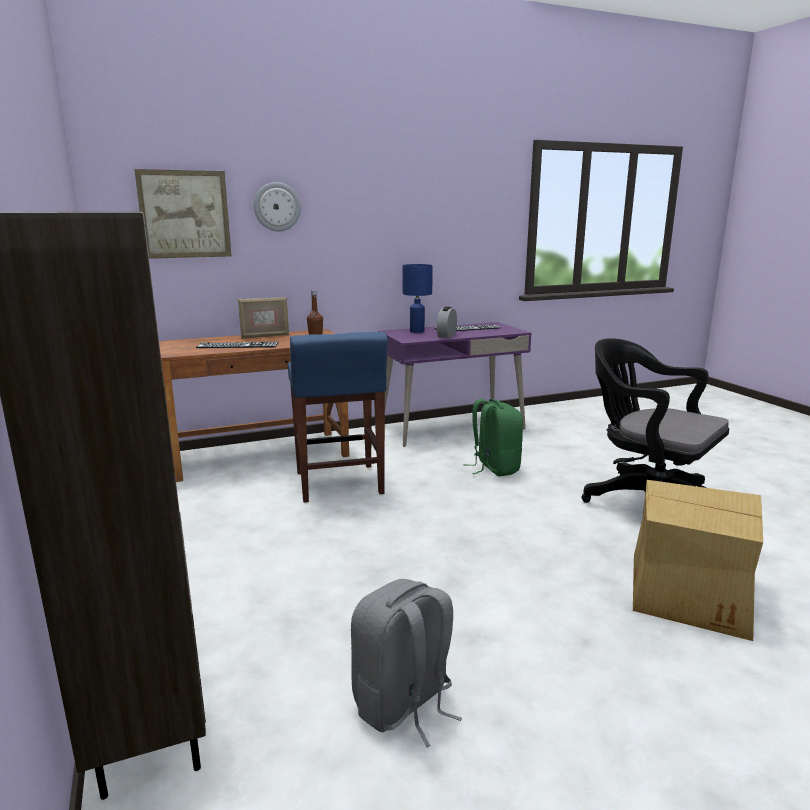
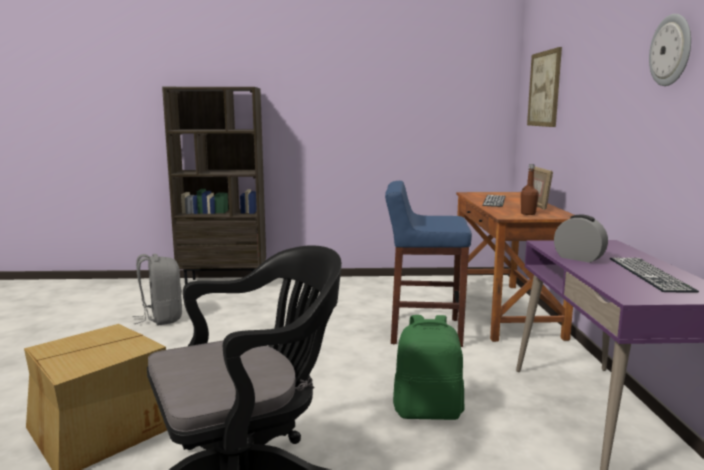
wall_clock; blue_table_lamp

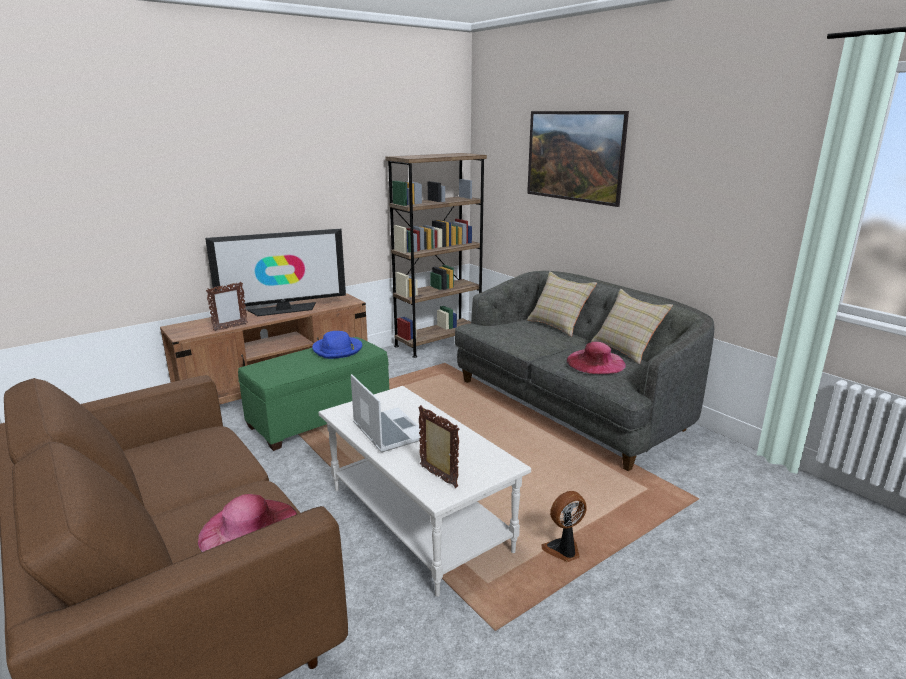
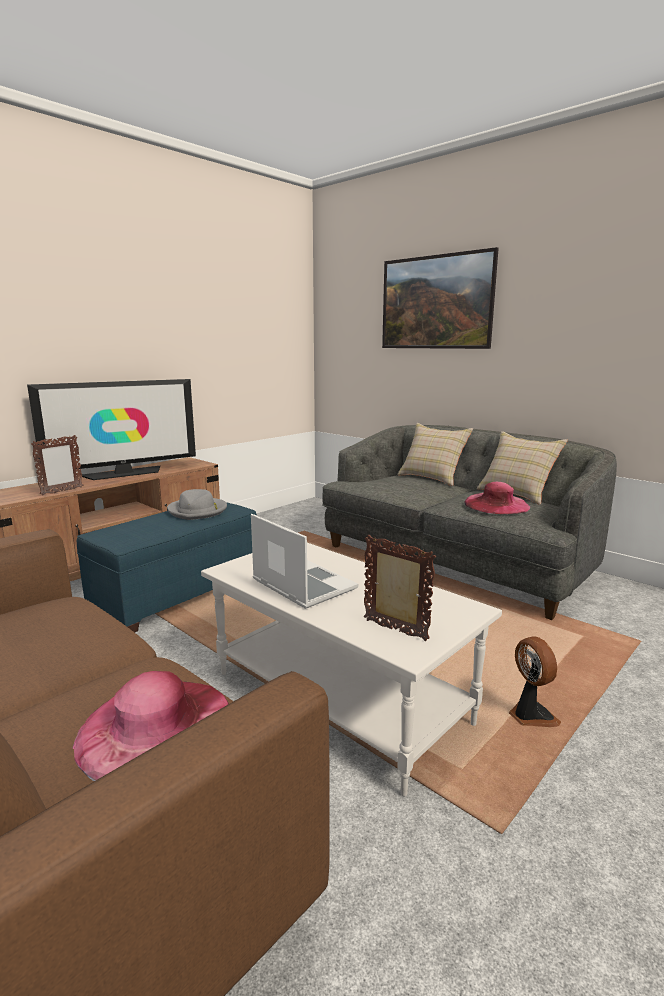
blue_ottoman; grey_hat; brown_bookcase; fan

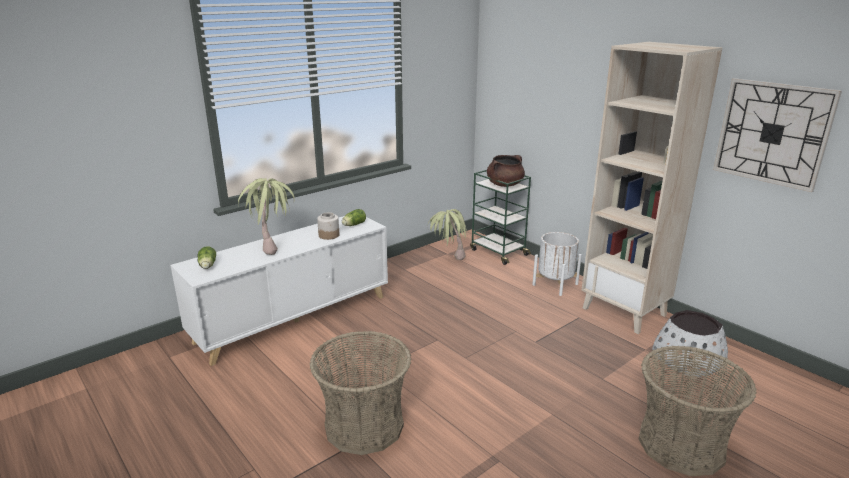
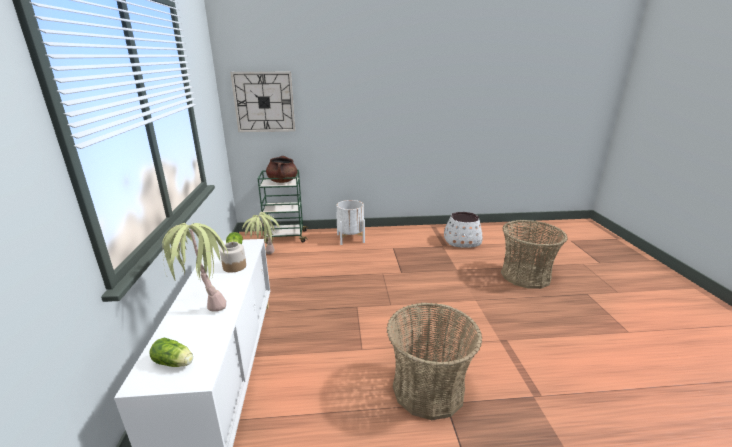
beige_bookcase; wall_clock

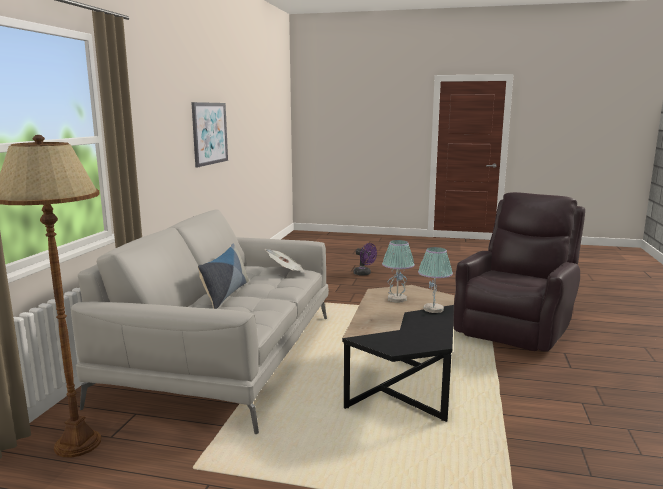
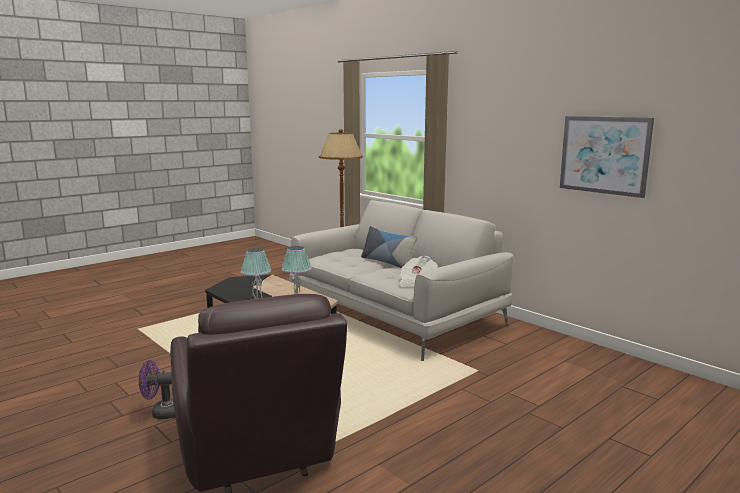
purple_fan

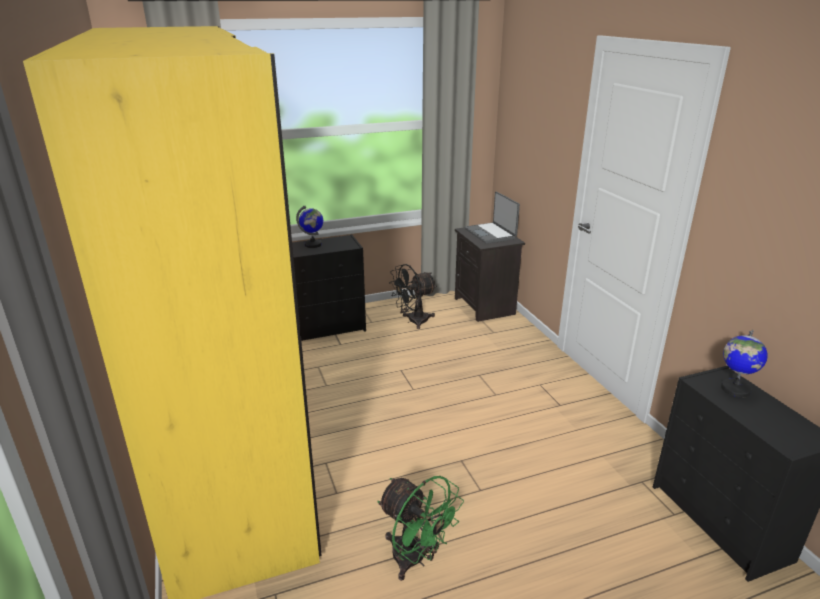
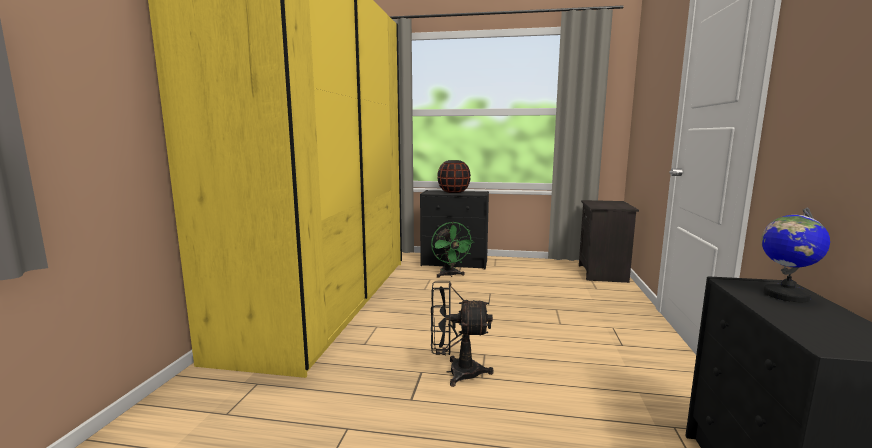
black_vase; green_fan; black_fan; laptop

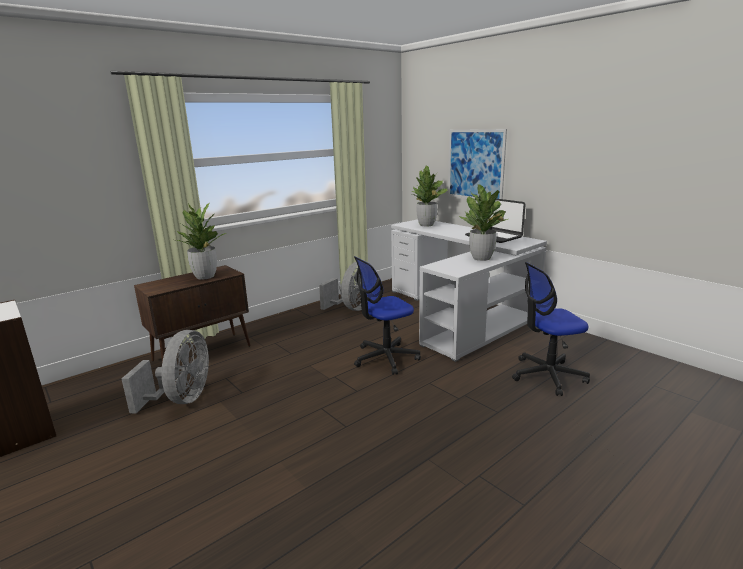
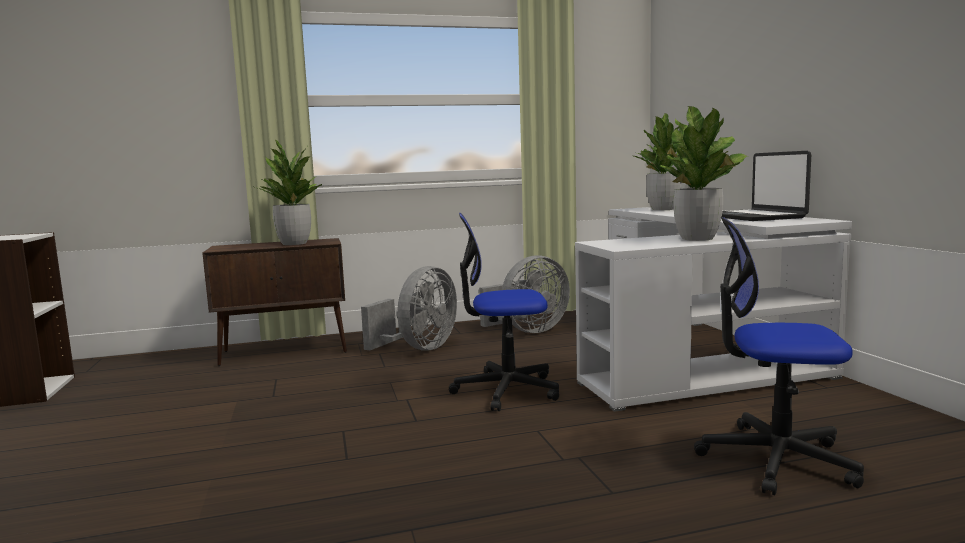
grey_fan (no. 1 from left); picture

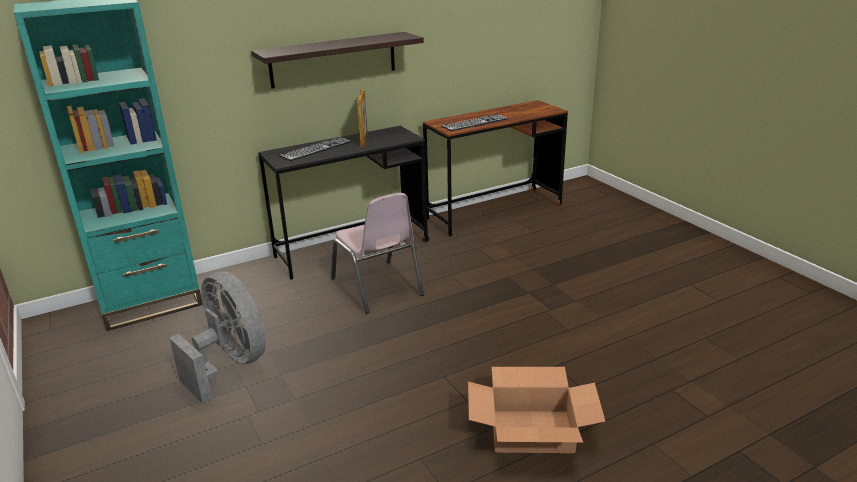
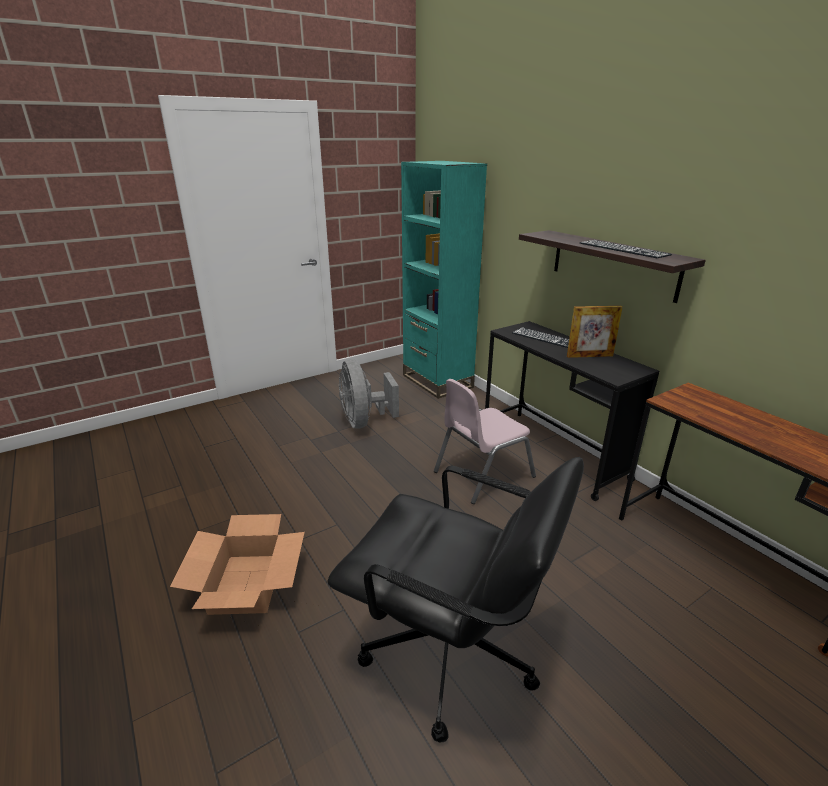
grey_fan; keyboard (no. 2 from left); black_office_chair

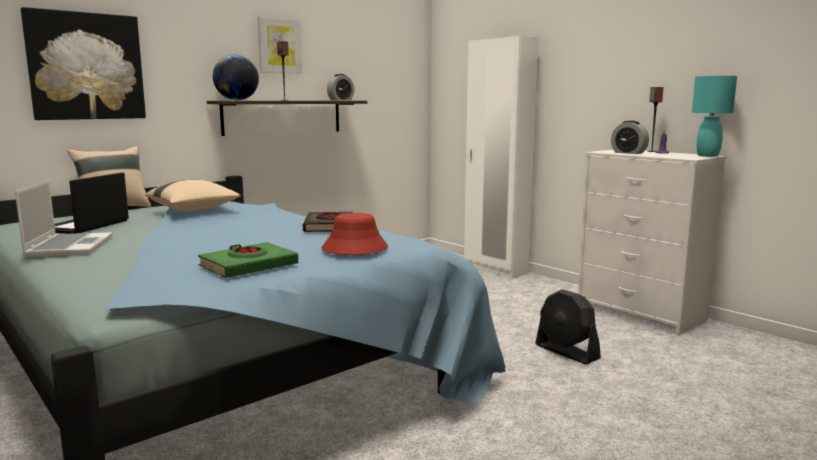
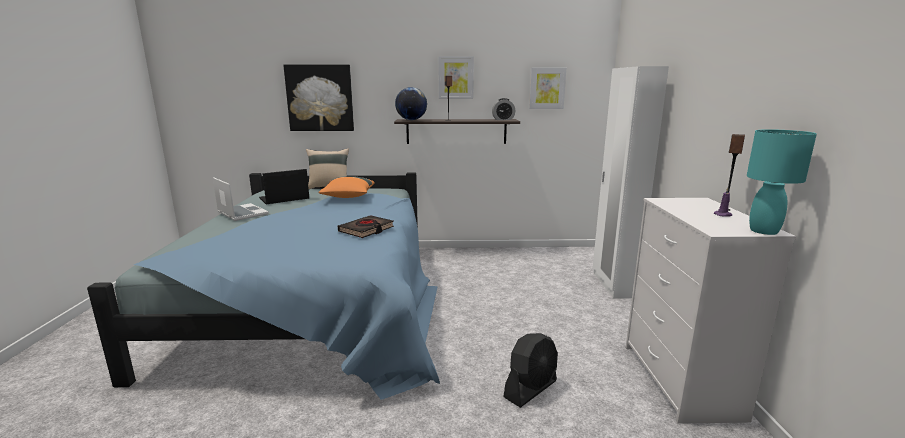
laptop (no. 1 from left); orange_pillow; green_book; red_hat; black_fan; alarm_clock (no. 2 from left in the first image); picture (no. 3 from left)

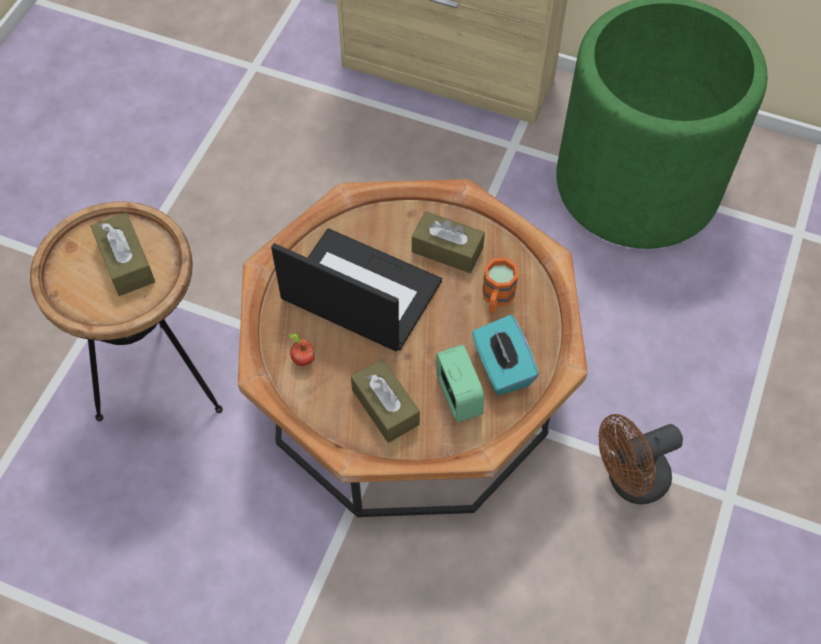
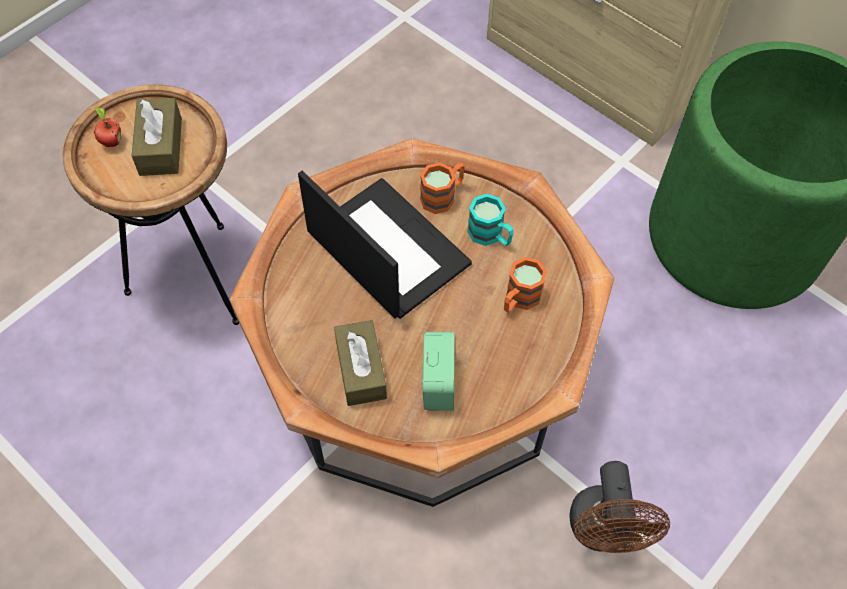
apple; turquoise_mug; turquoise_tissue_box; brown_fan; orange_mug (no. 1 from left)

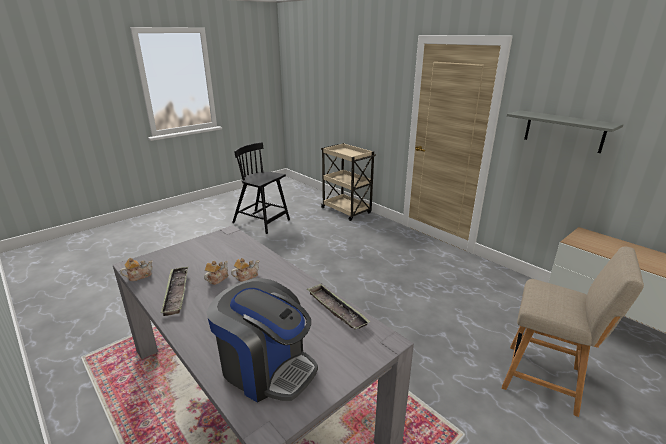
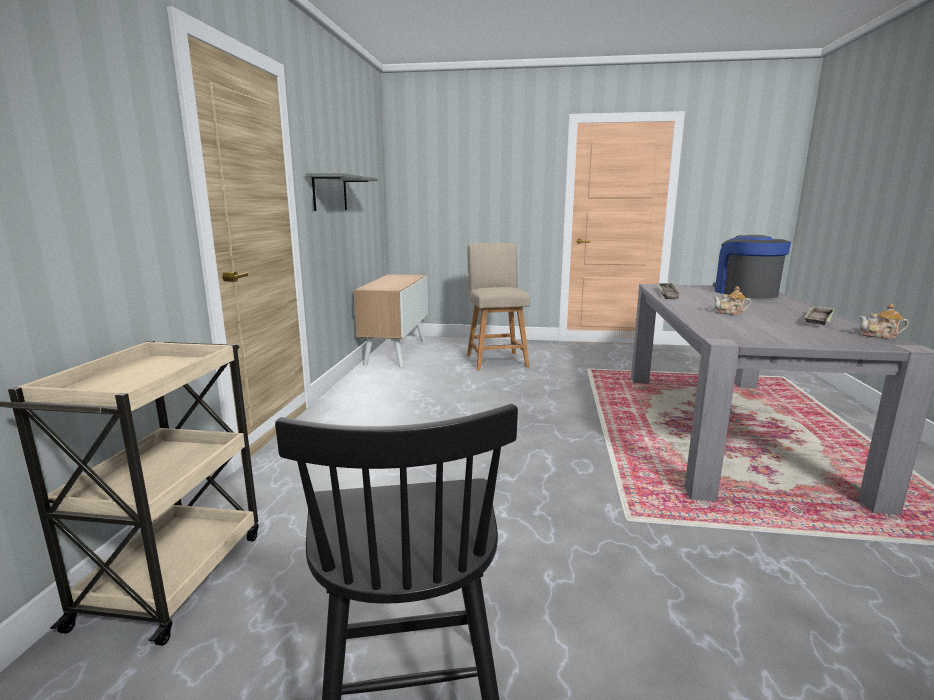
teapot (no. 2 from left in the first image)

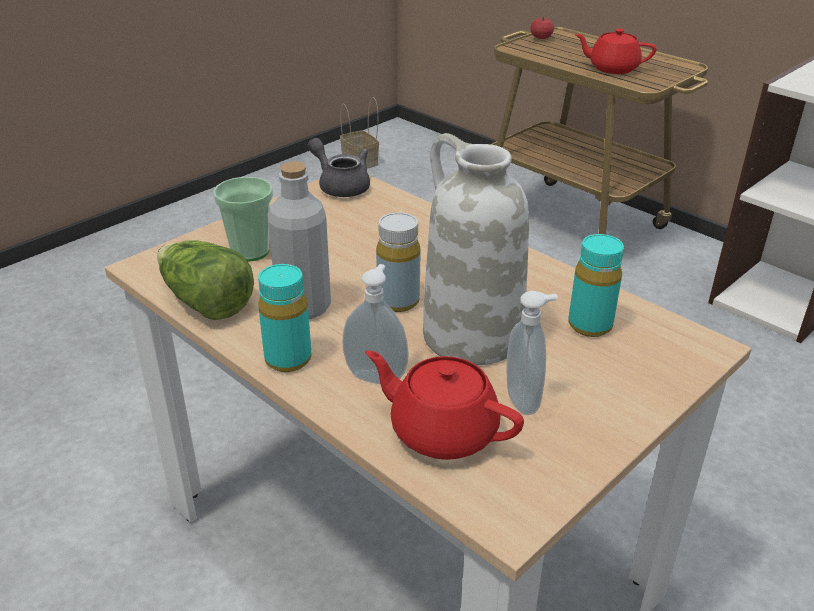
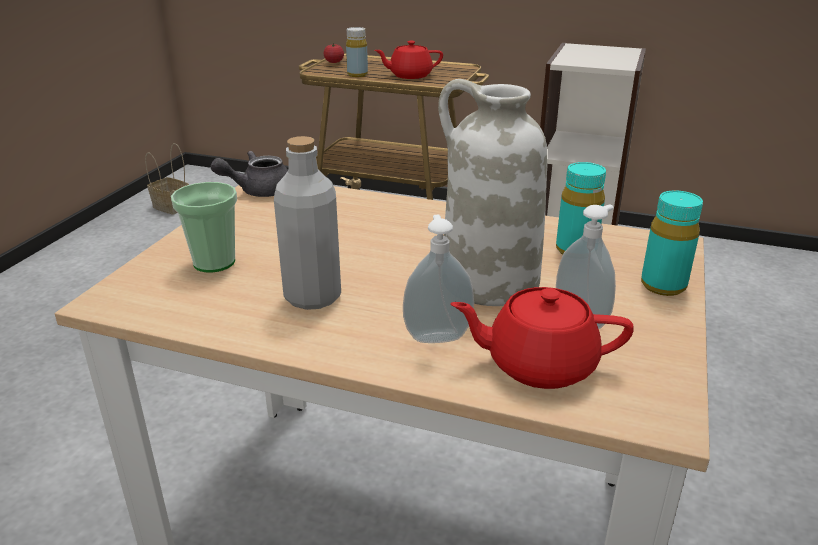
lettuce; turquoise_bottle (no. 2 from left); grey_teapot; yellow_bottle

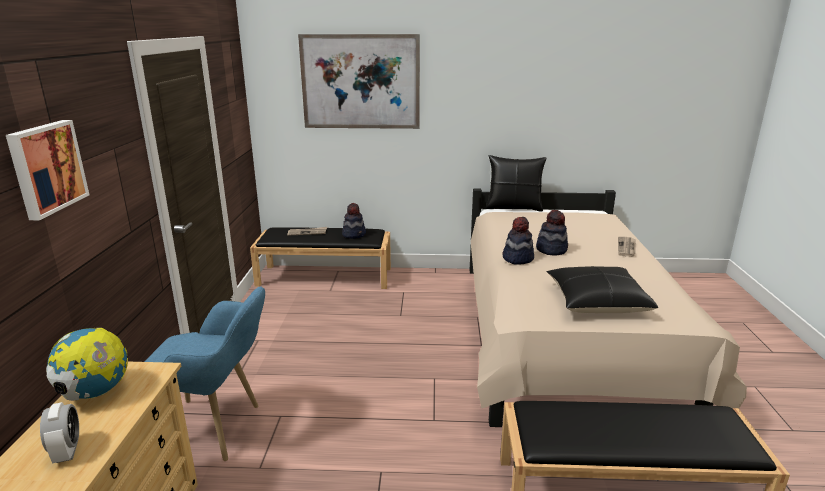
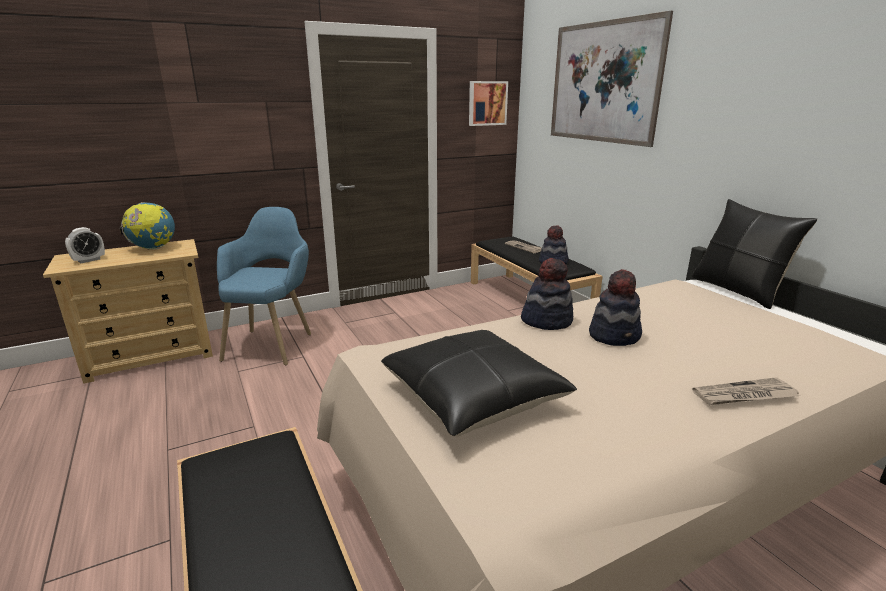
picture (no. 1 from left); blue_armchair

